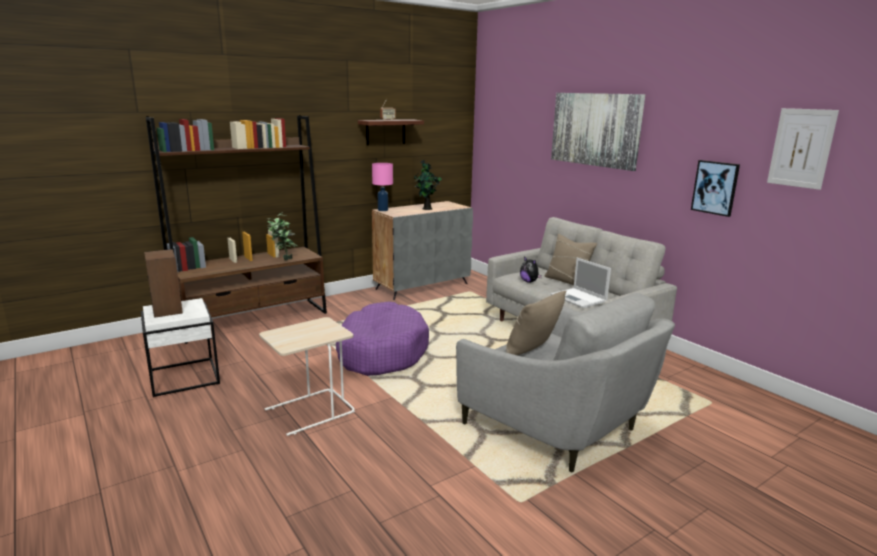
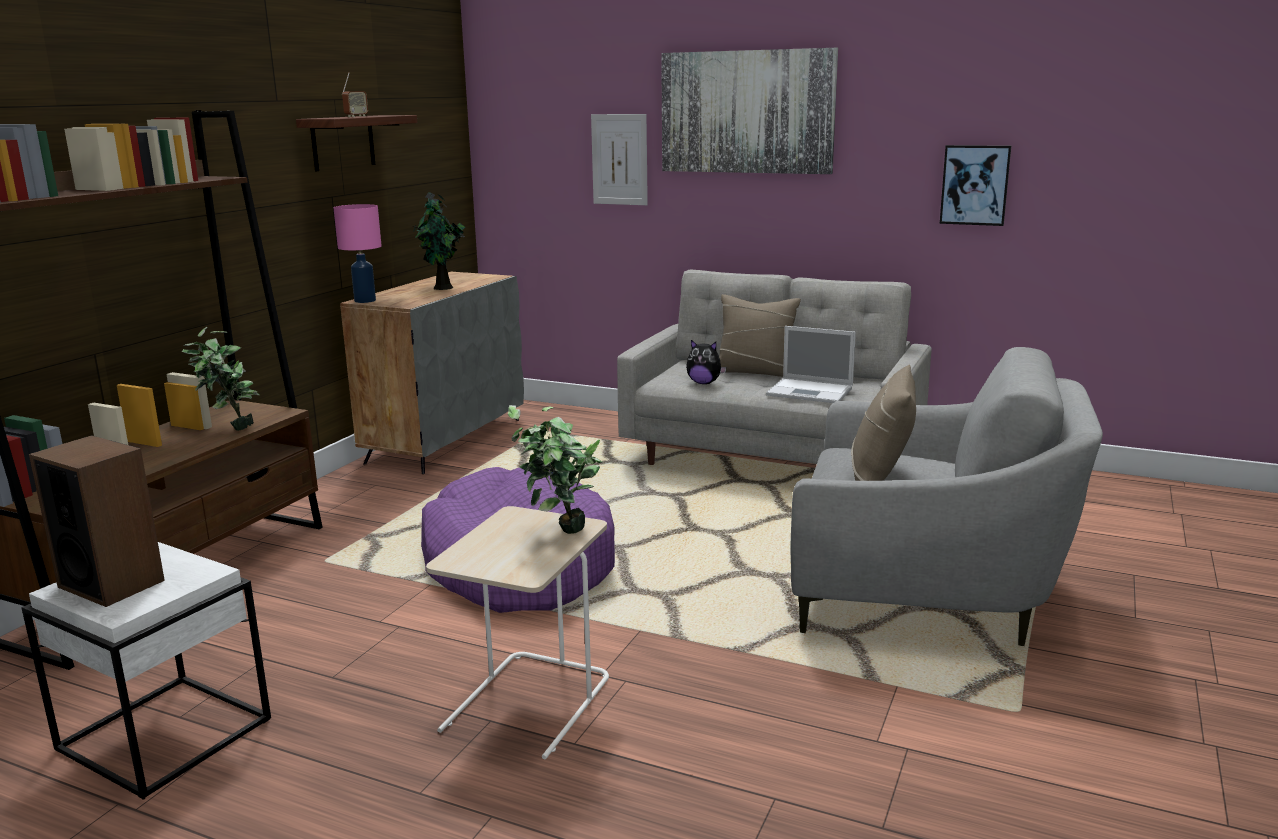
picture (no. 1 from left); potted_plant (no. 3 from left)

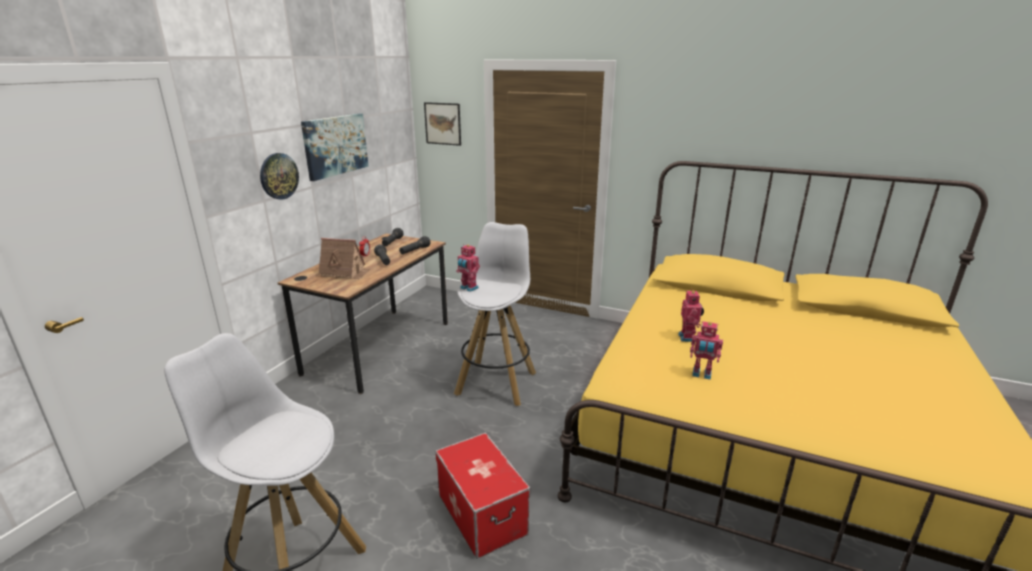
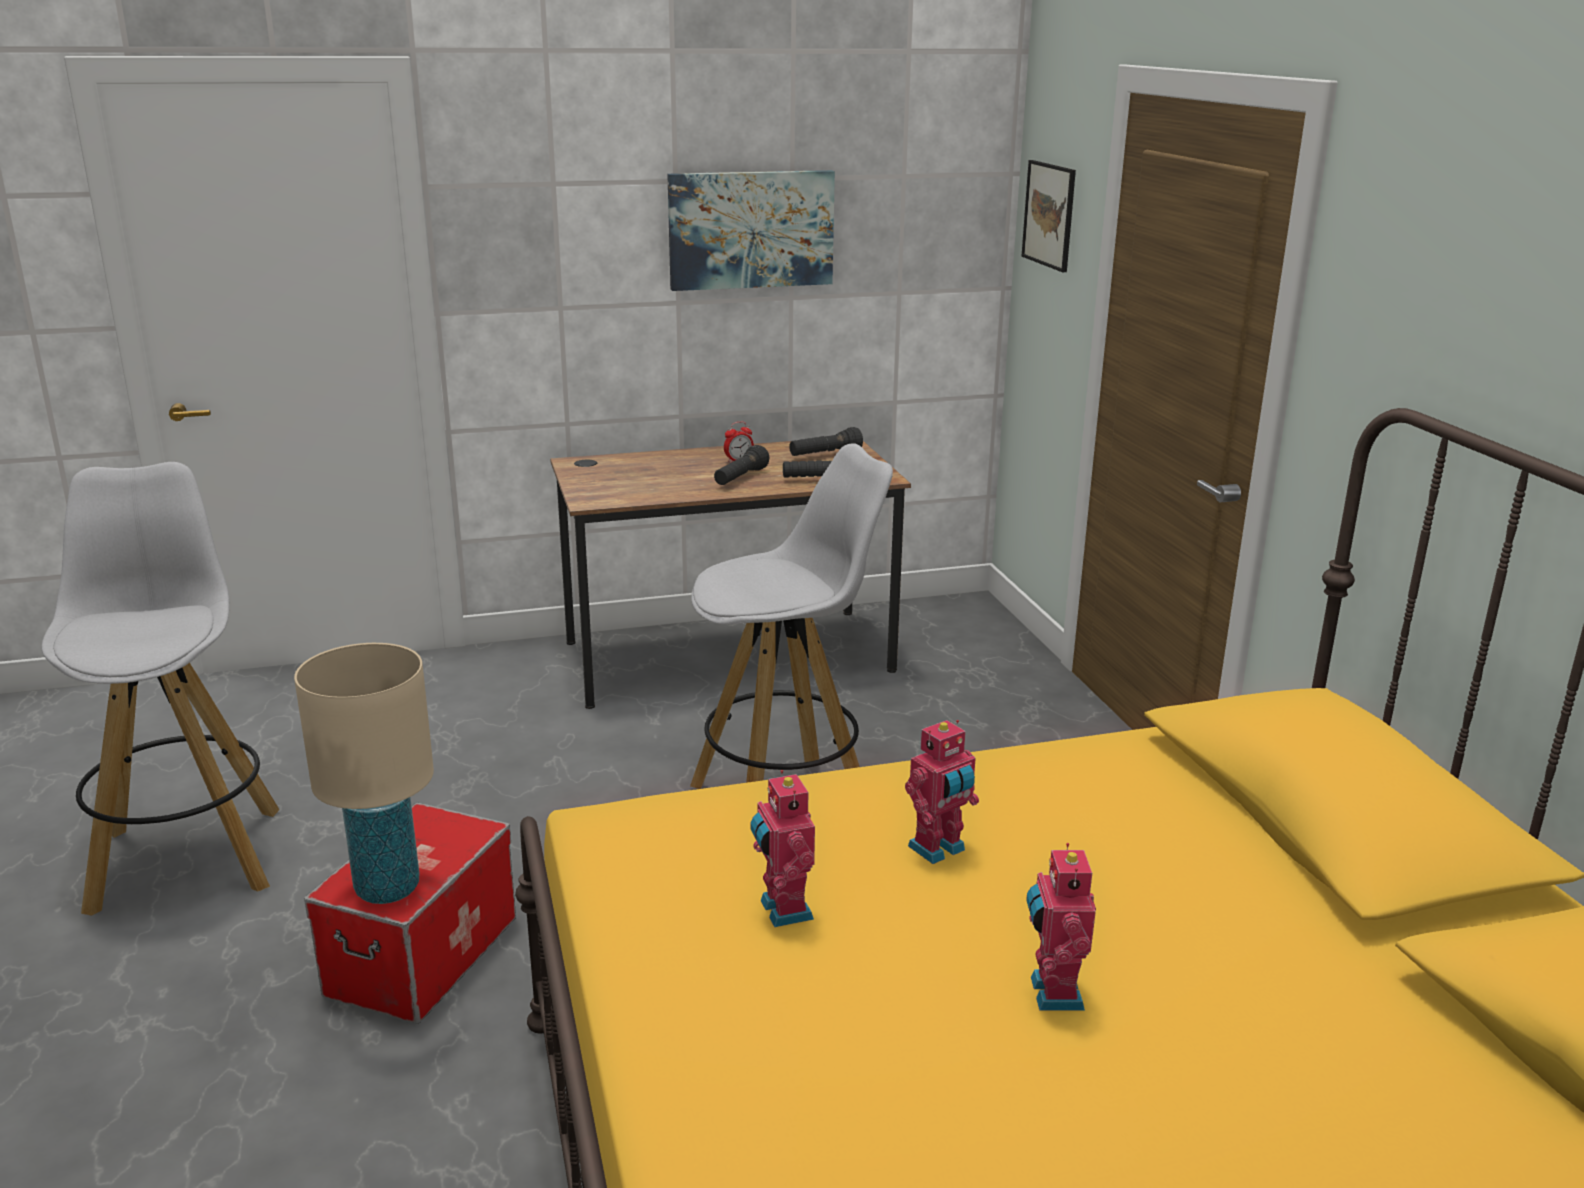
wall_clock; toy_house; toy_robot (no. 3 from left); beige_table_lamp

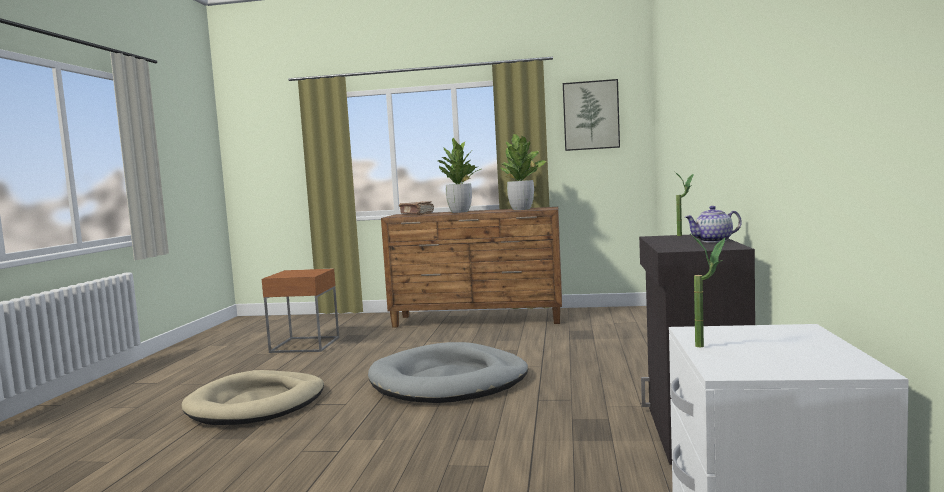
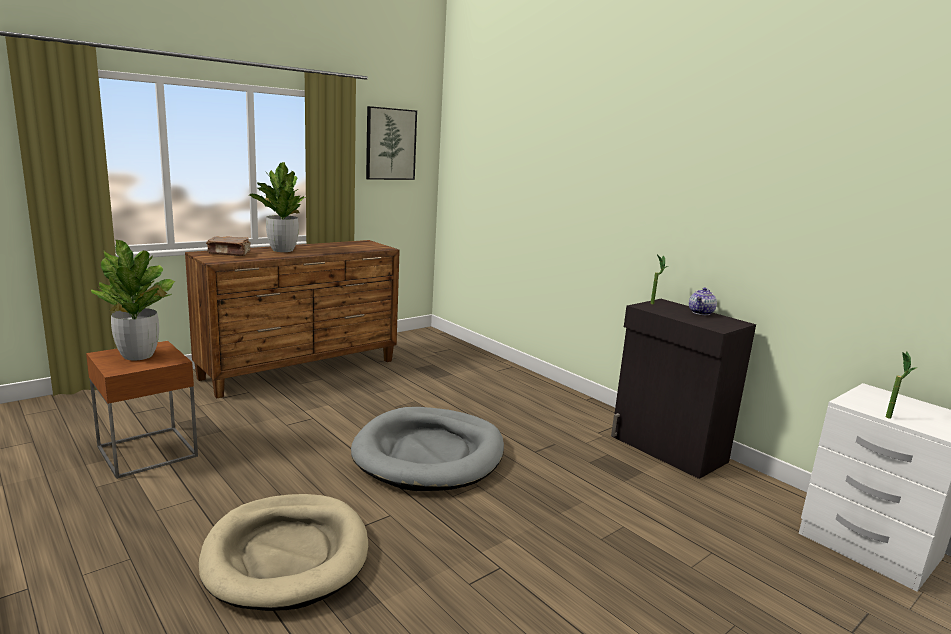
potted_plant (no. 1 from left)

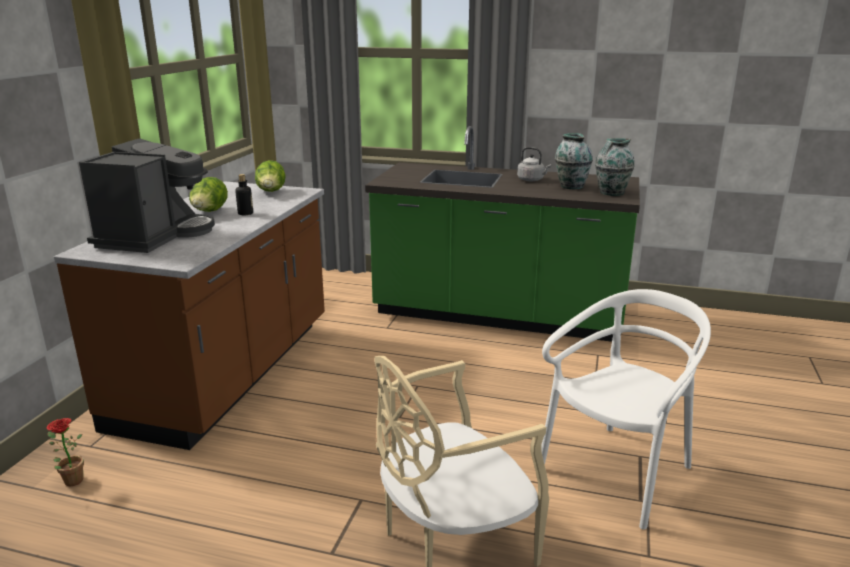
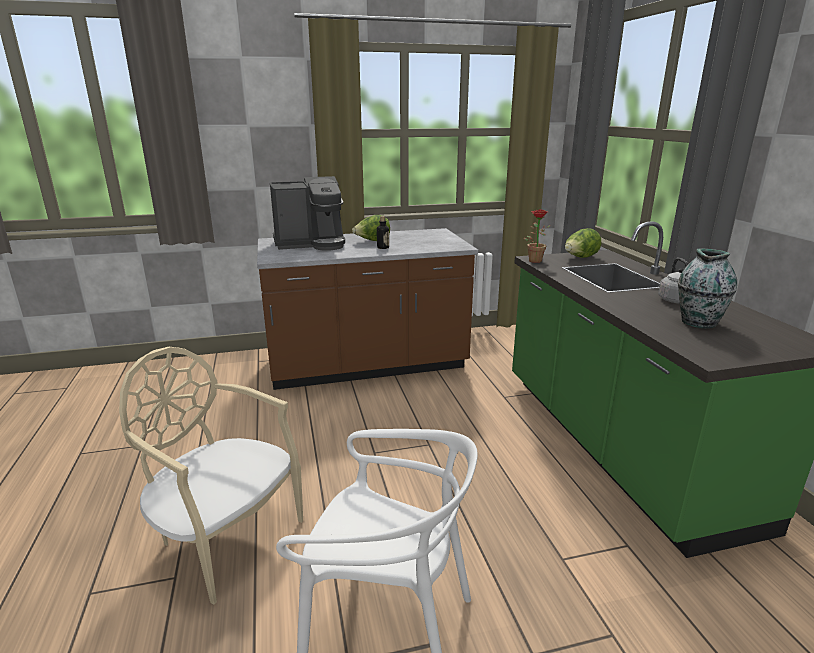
potted_plant; lettuce (no. 2 from left); vase (no. 2 from left in the first image)

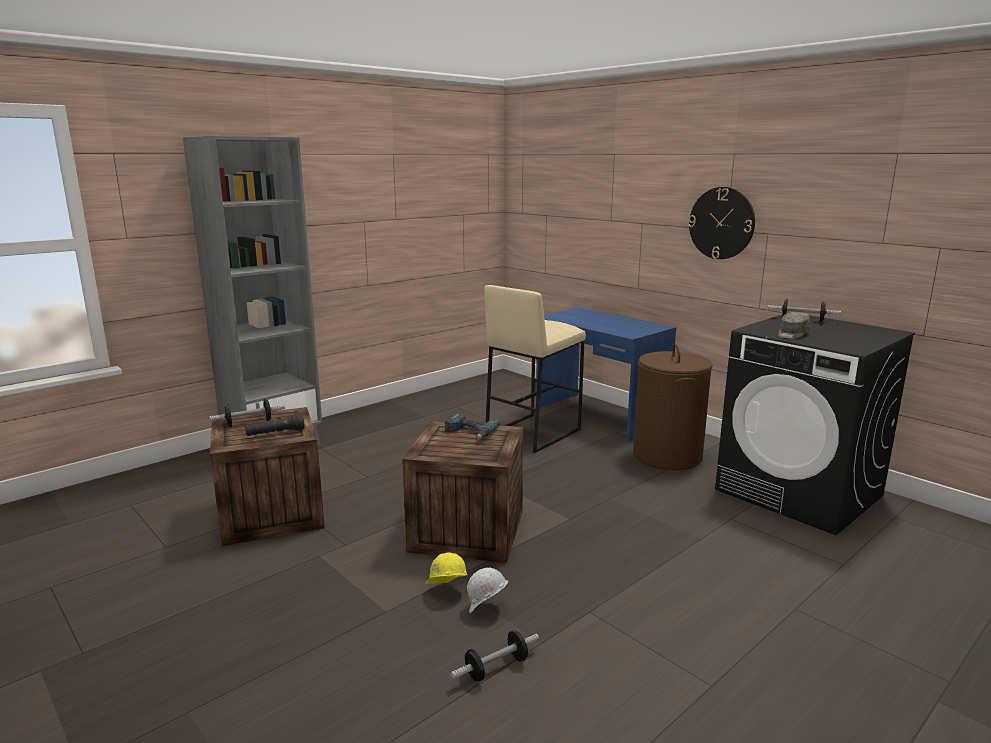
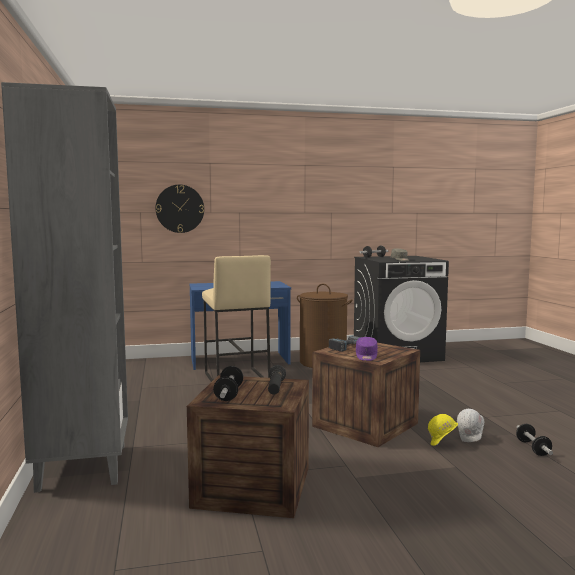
wall_clock; purple_cap

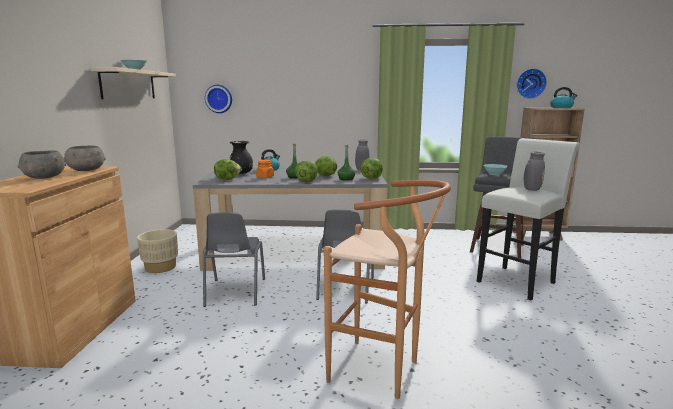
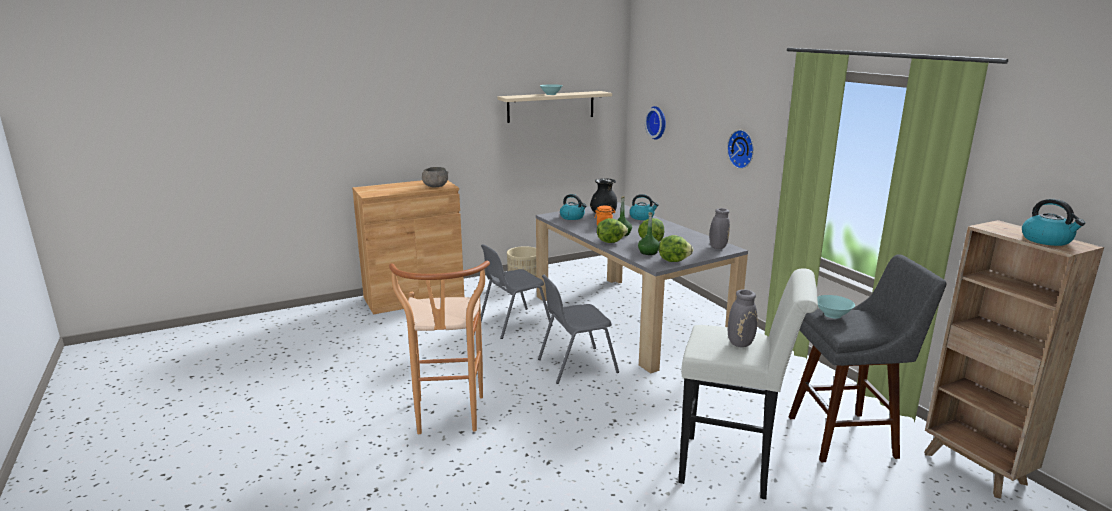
grey_bowl (no. 1 from left in the first image); kettle (no. 1 from left); wall_clock (no. 2 from left)

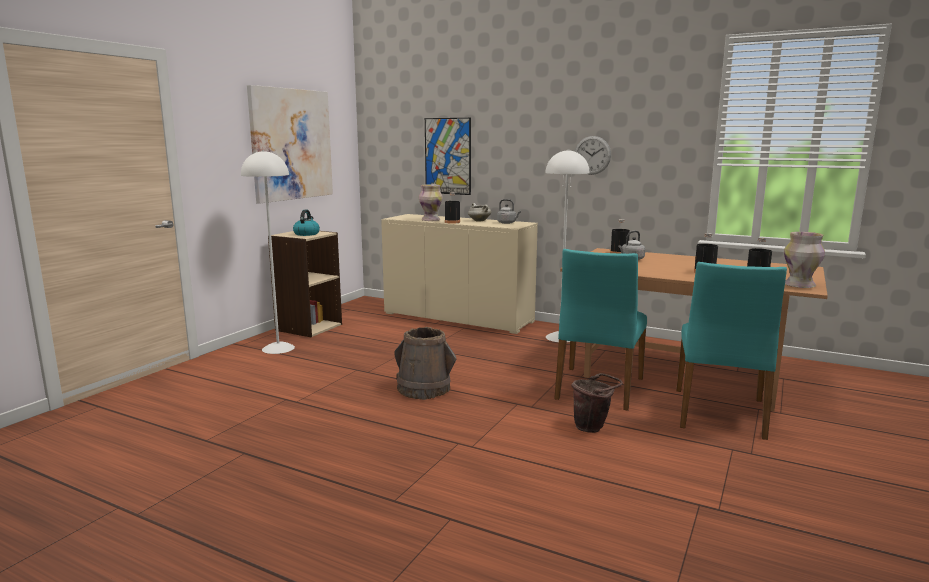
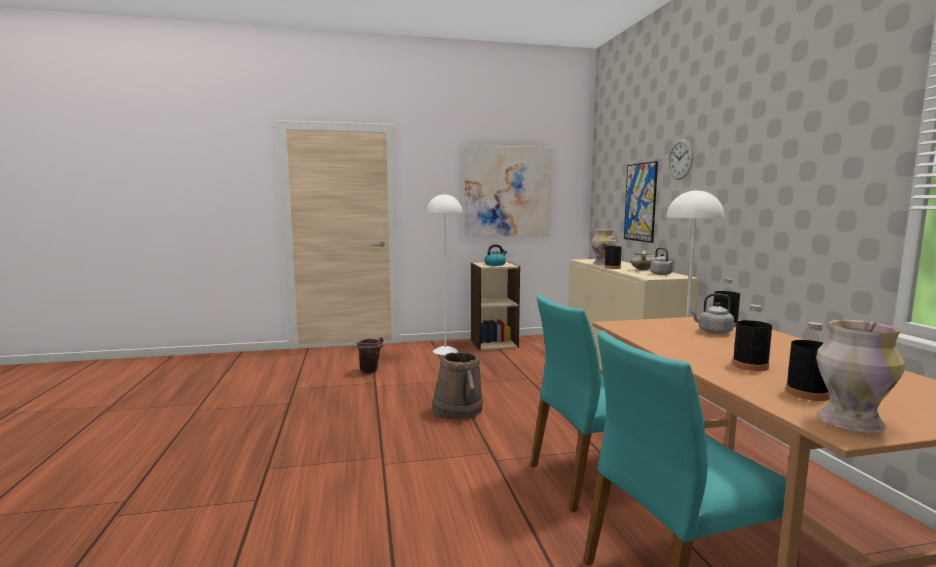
brown_bucket (no. 1 from left); wall_clock

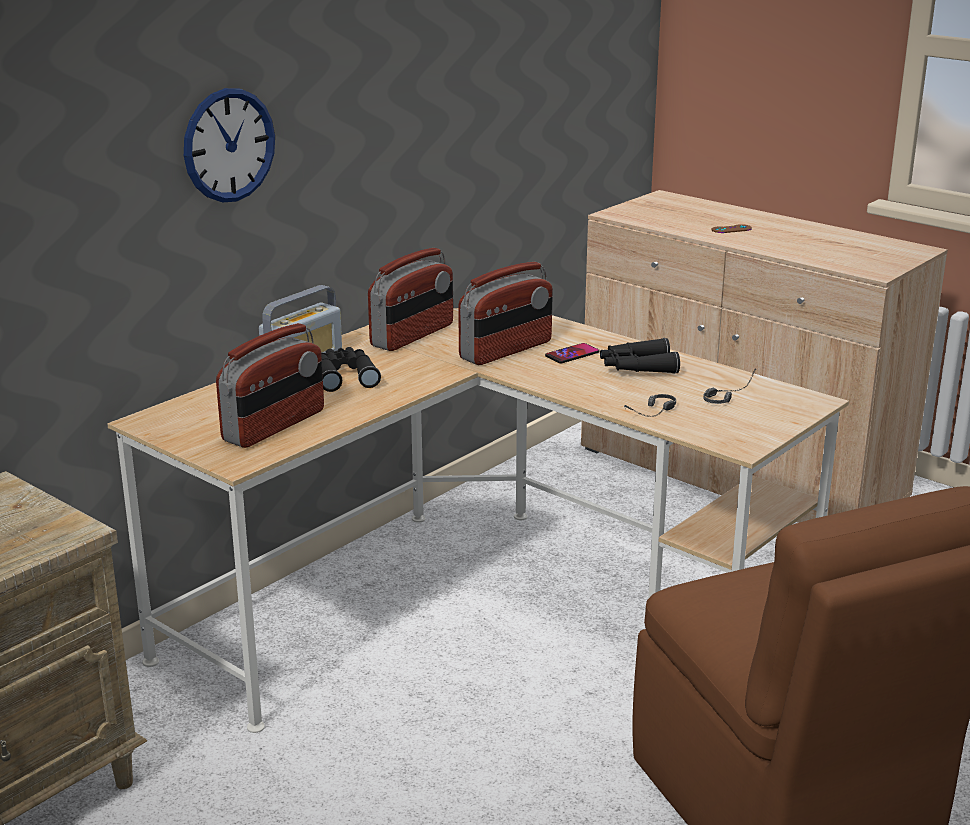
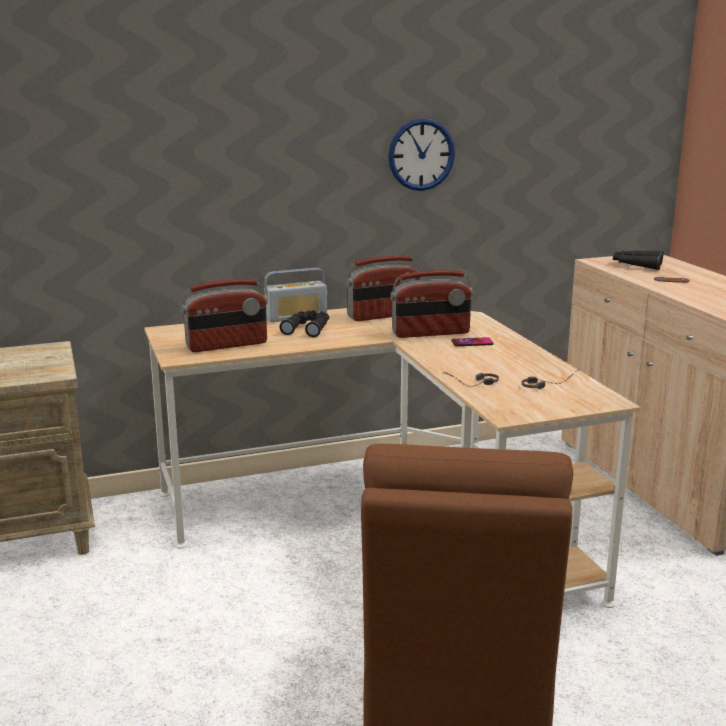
wall_clock; black_binoculars (no. 2 from left)

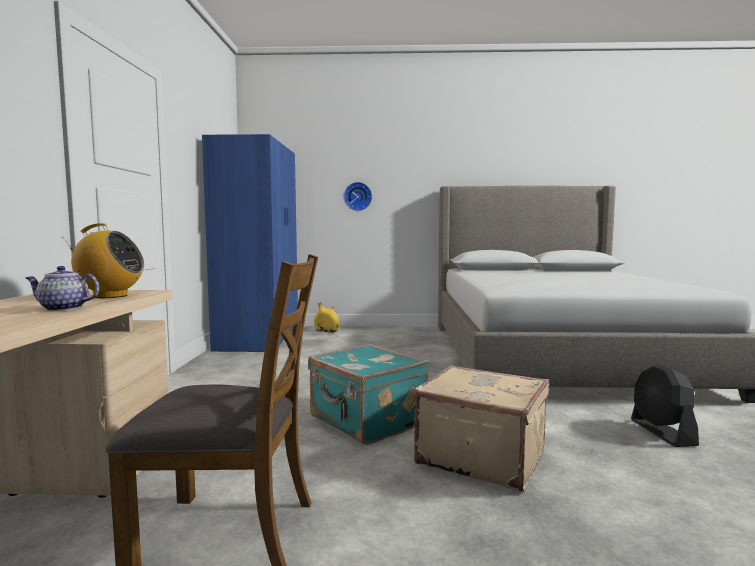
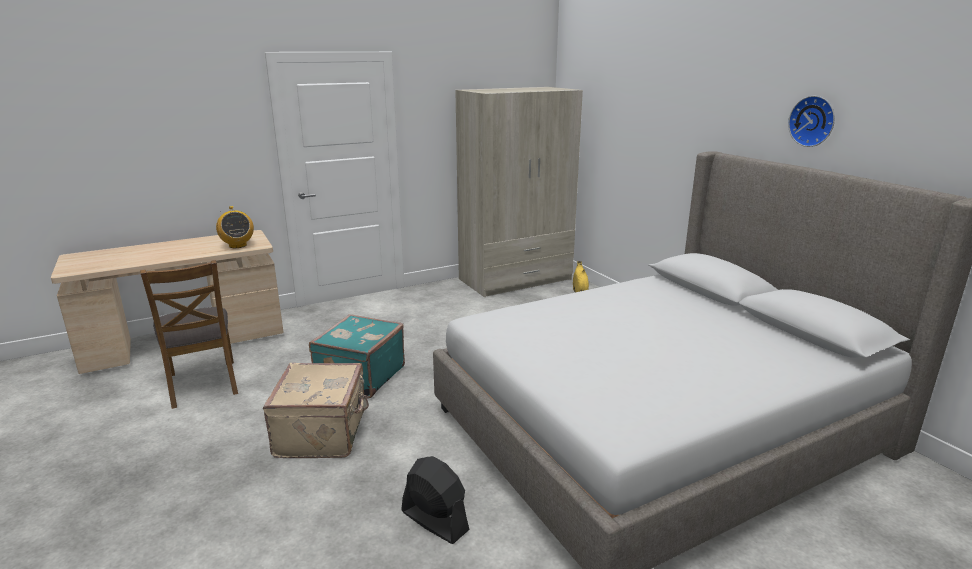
teapot; beige_wardrobe; wall_clock; black_fan

